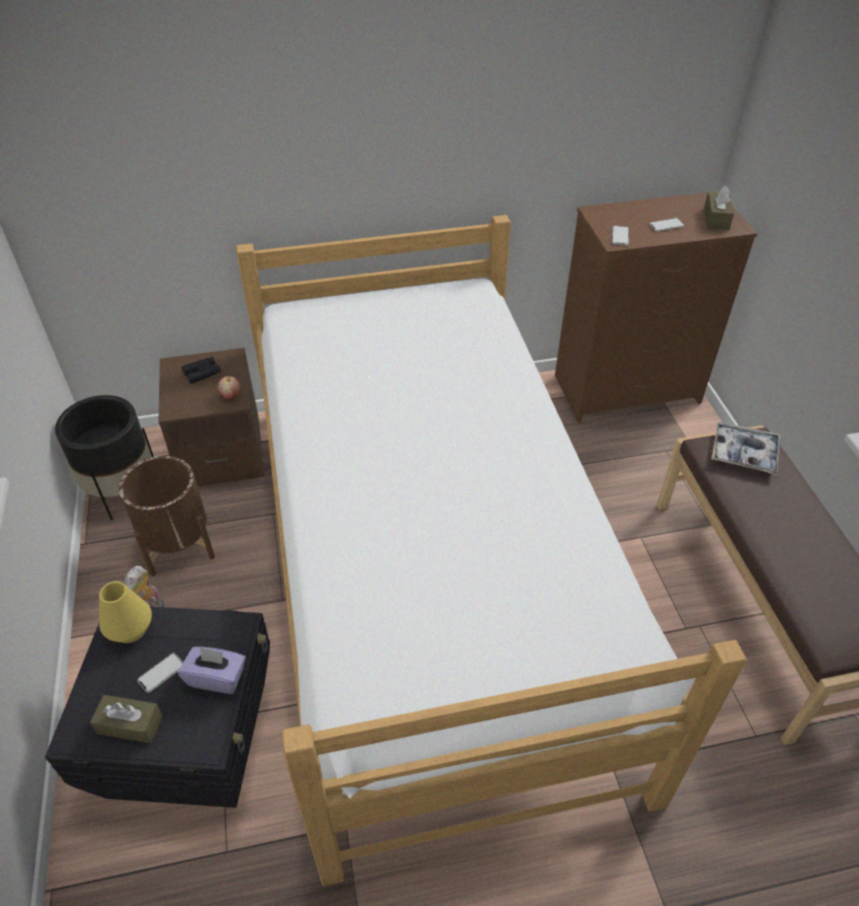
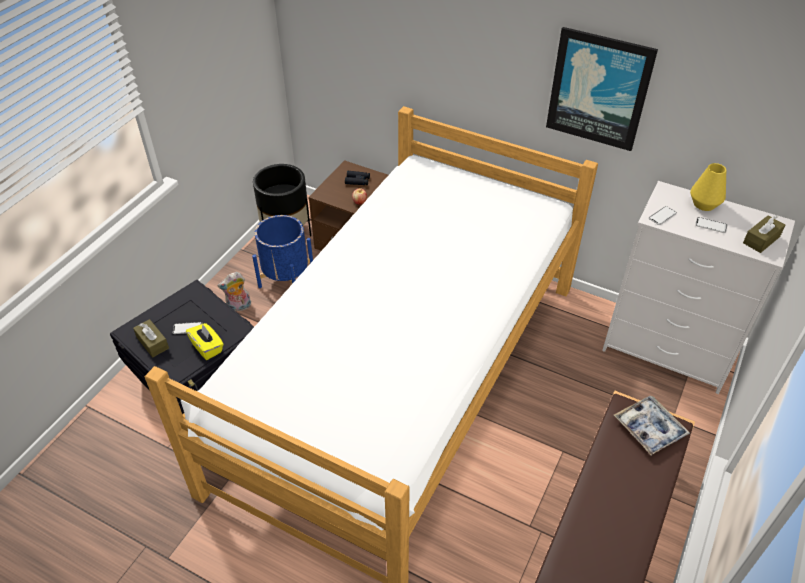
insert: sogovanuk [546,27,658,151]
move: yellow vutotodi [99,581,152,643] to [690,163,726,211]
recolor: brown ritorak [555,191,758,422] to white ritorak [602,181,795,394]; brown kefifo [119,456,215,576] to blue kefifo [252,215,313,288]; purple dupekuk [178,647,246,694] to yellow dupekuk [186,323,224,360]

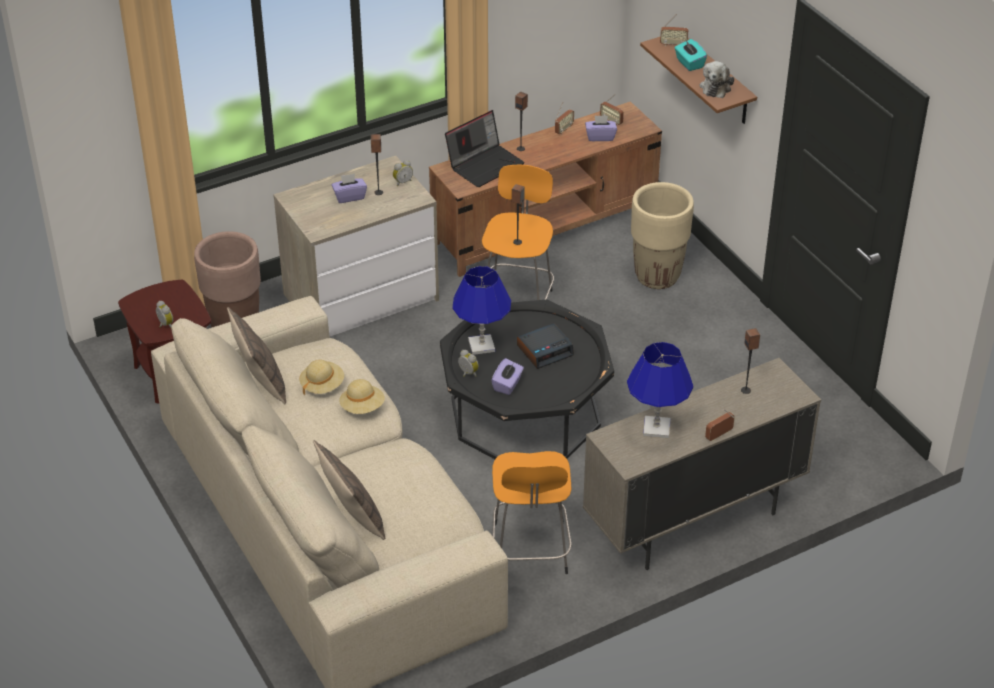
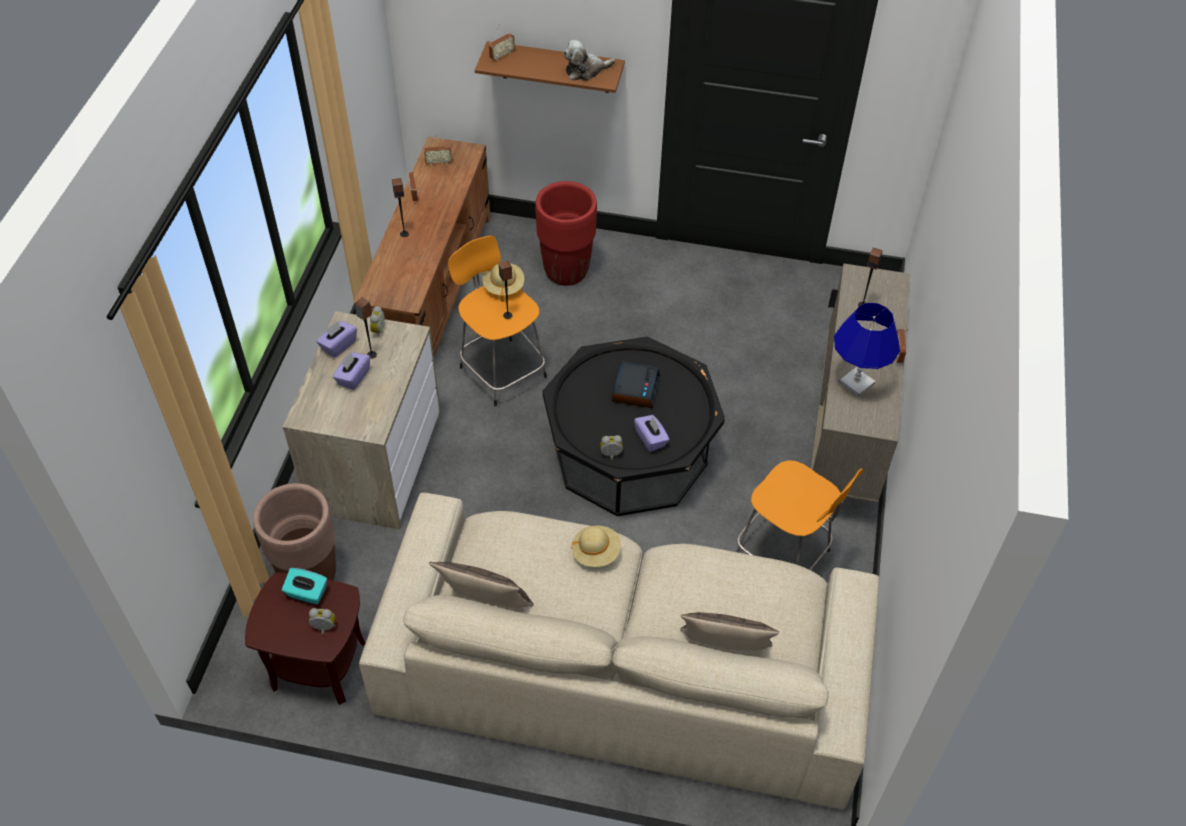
delete: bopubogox [445,110,525,187]; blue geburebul [452,266,511,355]
move: turquoise dupekuk [675,39,707,71] to [282,568,327,604]; purple dupekuk [585,116,617,141] to [316,321,357,358]; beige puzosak [299,359,344,396] to [482,264,524,302]
recolor: beige kefifo [631,182,694,289] to red kefifo [535,181,597,286]
rotate: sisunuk [699,61,734,98] = [563,40,615,81] 105 degrees clockwise

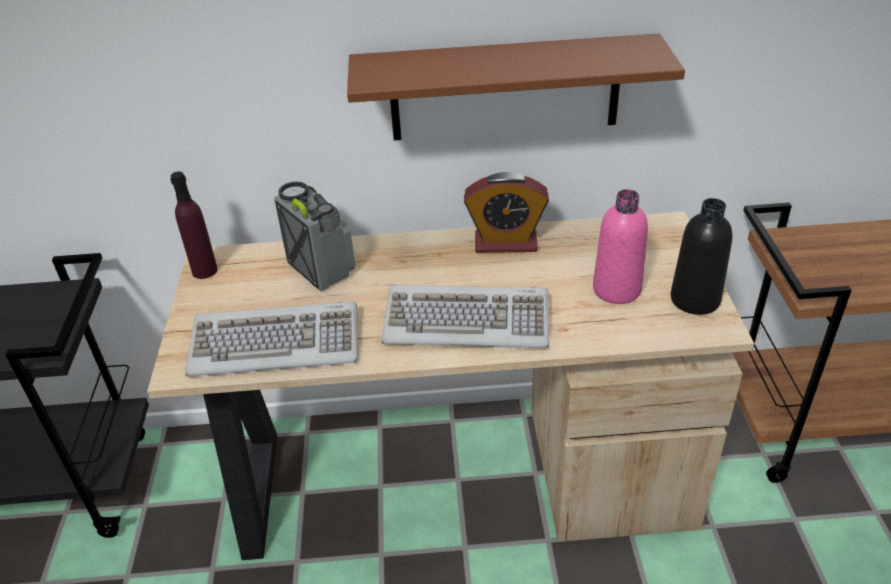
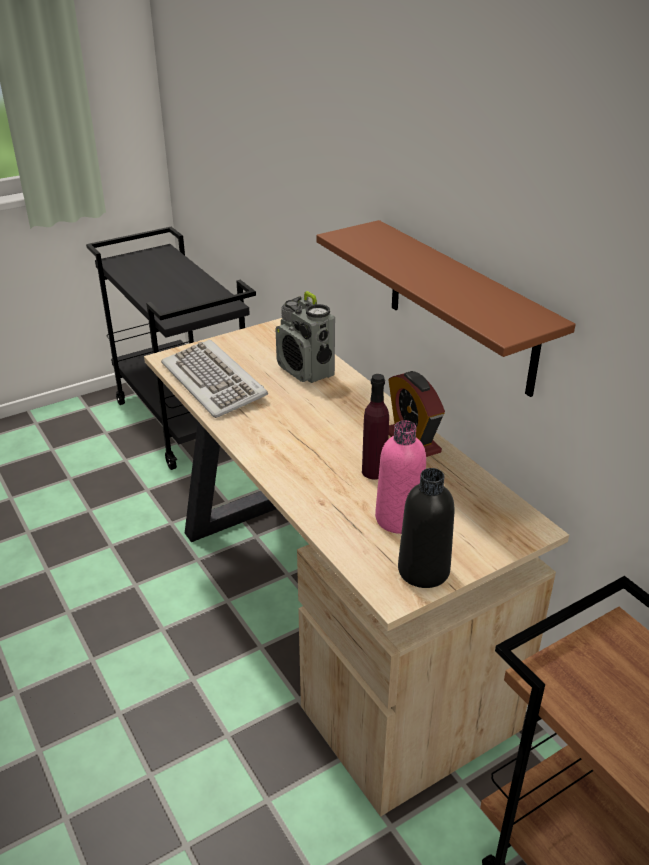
delete: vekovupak [381,285,549,348]
move: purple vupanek [170,172,218,279] to [362,374,389,480]
rotate: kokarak [274,181,355,291] = [276,291,335,383] 120 degrees clockwise

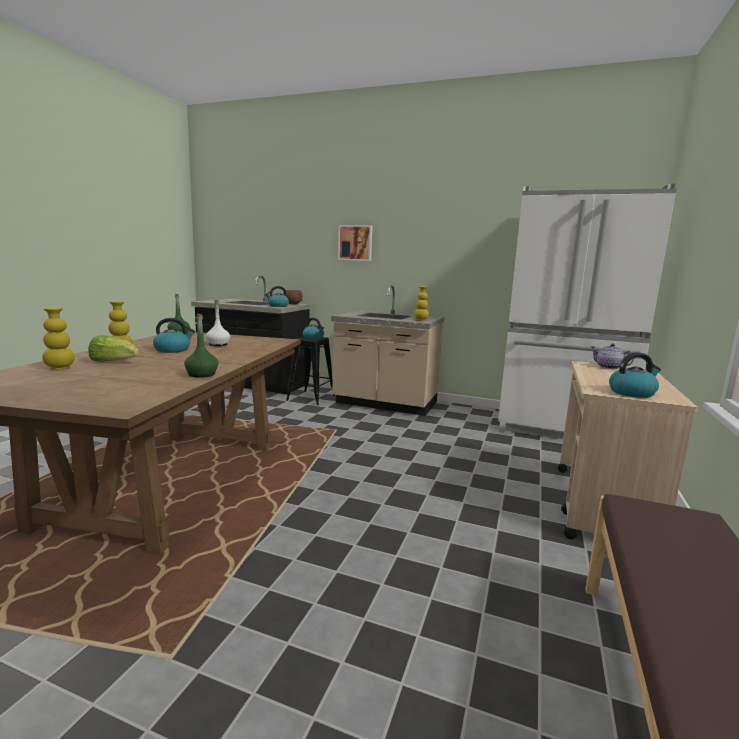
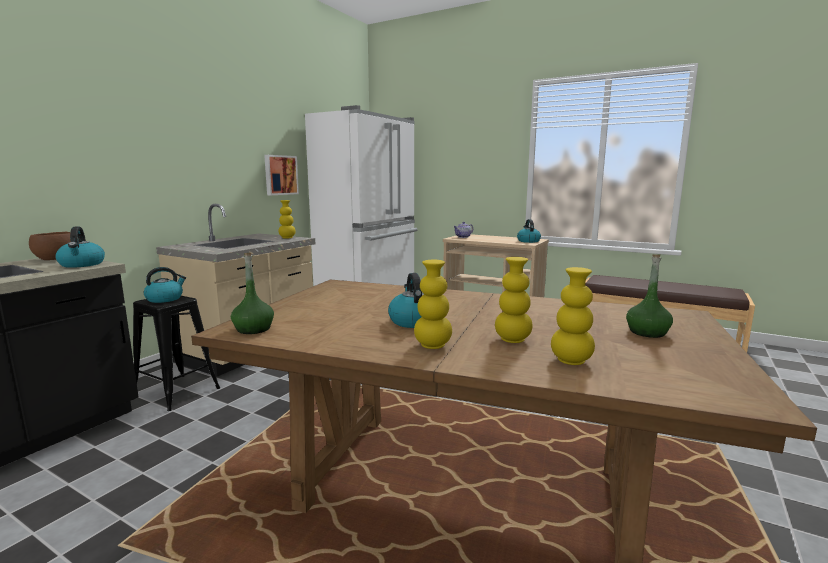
delete: white vupanek [206,300,230,346]
move: sogovanuk [338,225,373,261] to [264,155,299,195]; green vupanek [184,314,218,378] to [626,255,673,338]
replace: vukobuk [89,335,139,362] to yellow vutotodi [495,257,533,343]

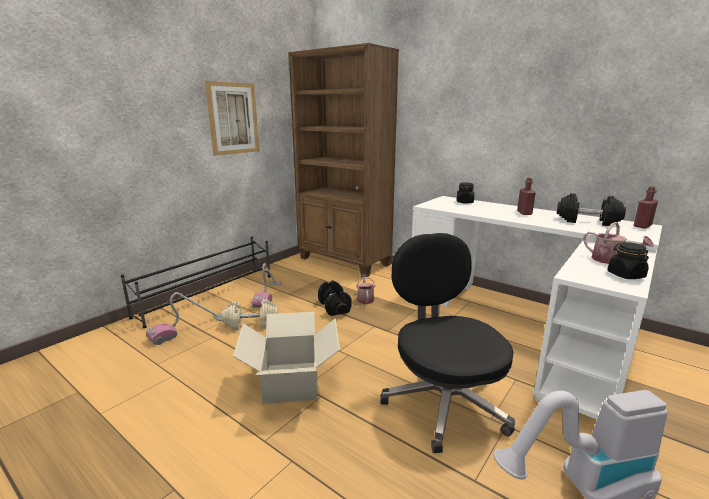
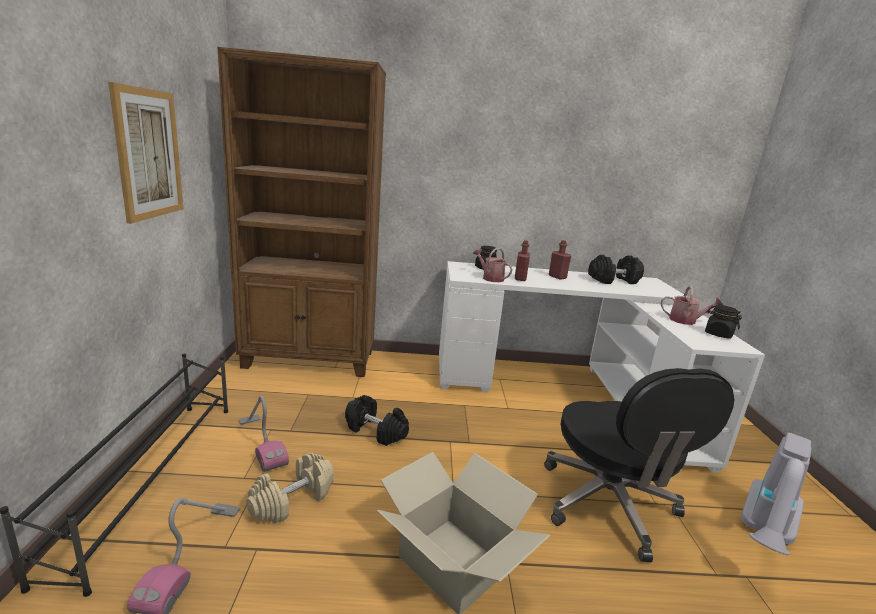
move: red vupanek [634,186,658,229] to [515,240,530,281]; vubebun [356,275,375,304] to [473,248,513,282]
rotate: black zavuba [380,233,515,453] = [544,368,734,562] 135 degrees counterclockwise

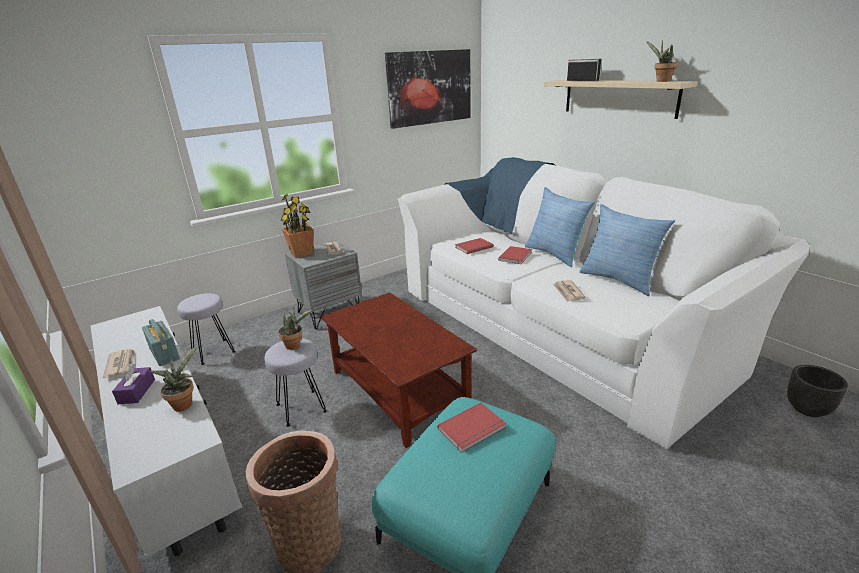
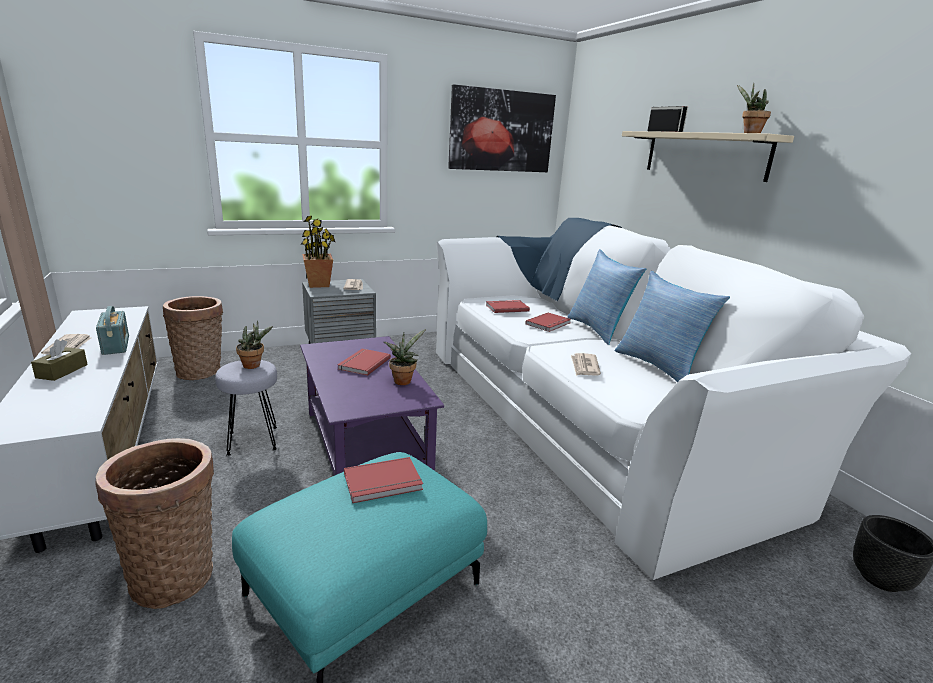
insert: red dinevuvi [338,349,391,376]
move: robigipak [149,345,198,411] to [384,329,426,385]
replace: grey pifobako [177,293,235,365] to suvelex [163,296,223,380]
recolor: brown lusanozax [321,292,477,448] to purple lusanozax [300,336,444,476]; purple dupekuk [112,364,155,404] to brown dupekuk [31,340,88,381]

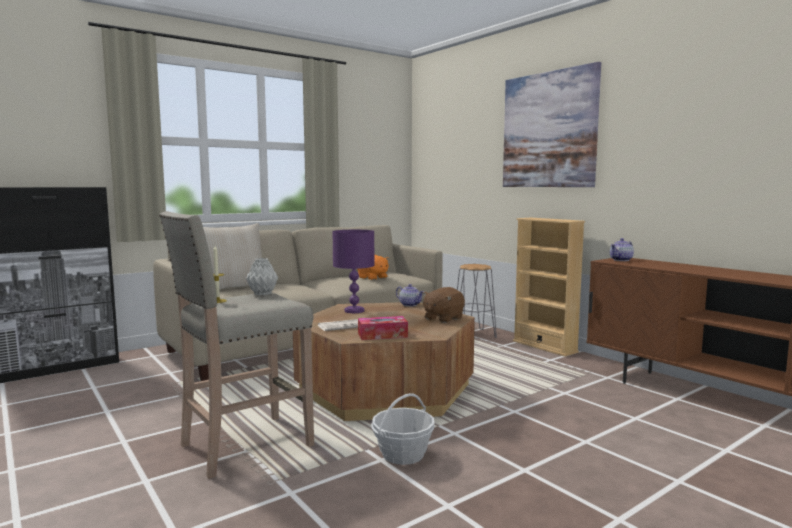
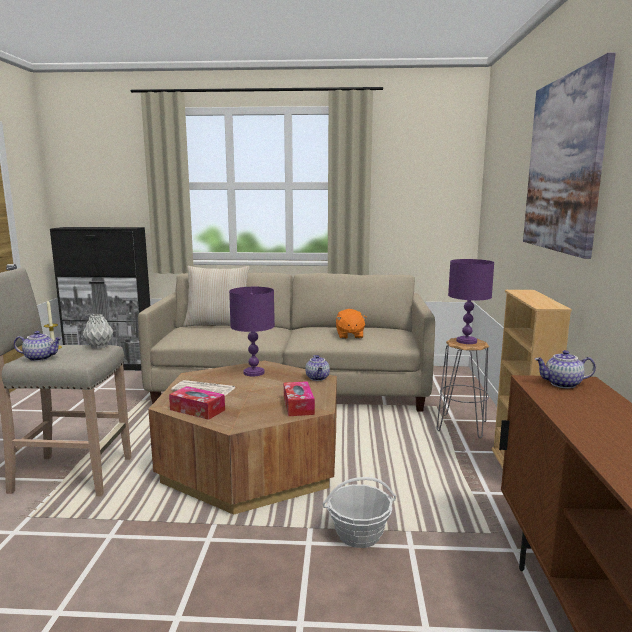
insert: purple geburebul [448,259,494,344]; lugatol [14,331,62,361]
move: suvelex [371,393,435,465] to [323,477,396,548]
replace: brown sisunuk [422,287,465,323] to dupekuk [284,381,315,416]

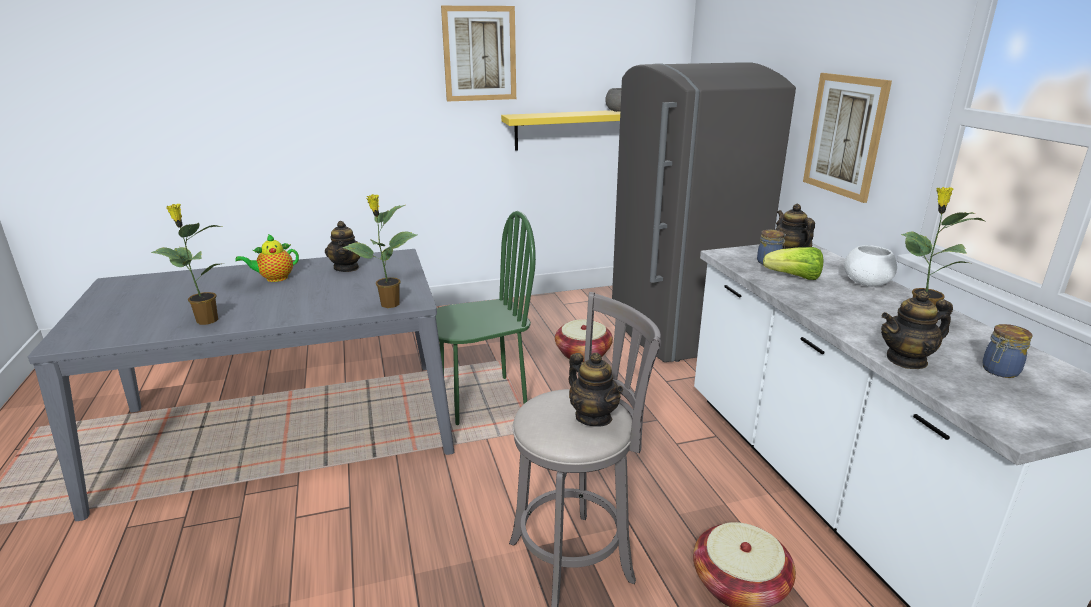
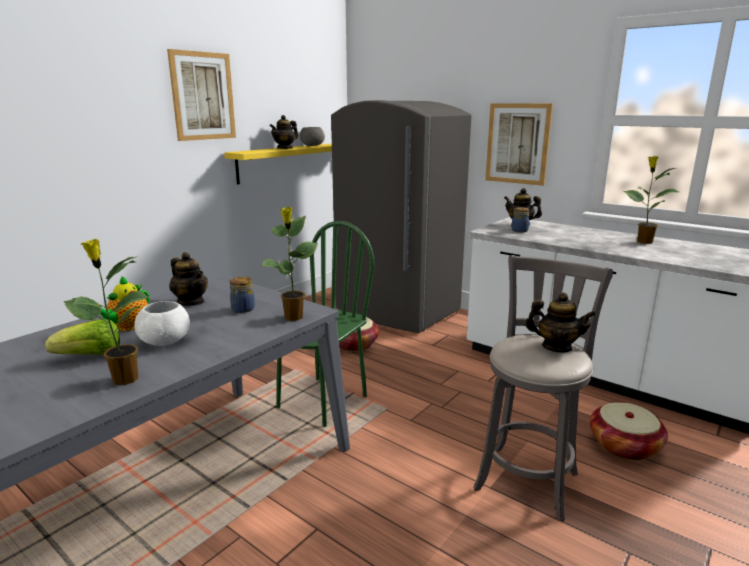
move: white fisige [844,245,897,287] to [134,301,190,346]; vukobuk [763,247,823,280] to [46,319,120,355]; lugatol [881,290,953,369] to [270,115,298,149]; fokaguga [982,324,1032,378] to [230,277,255,313]

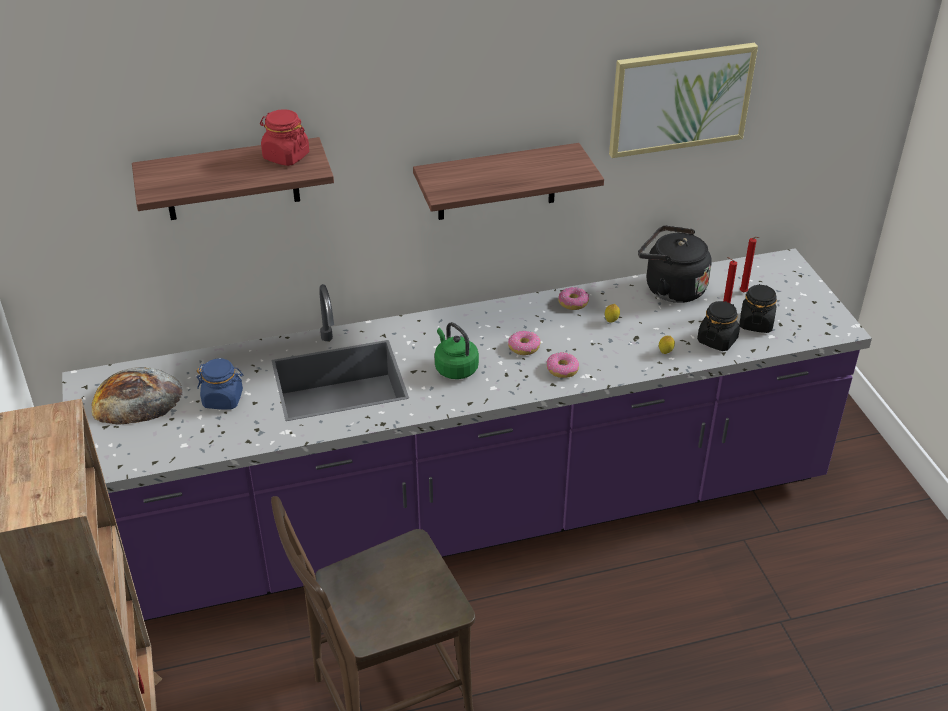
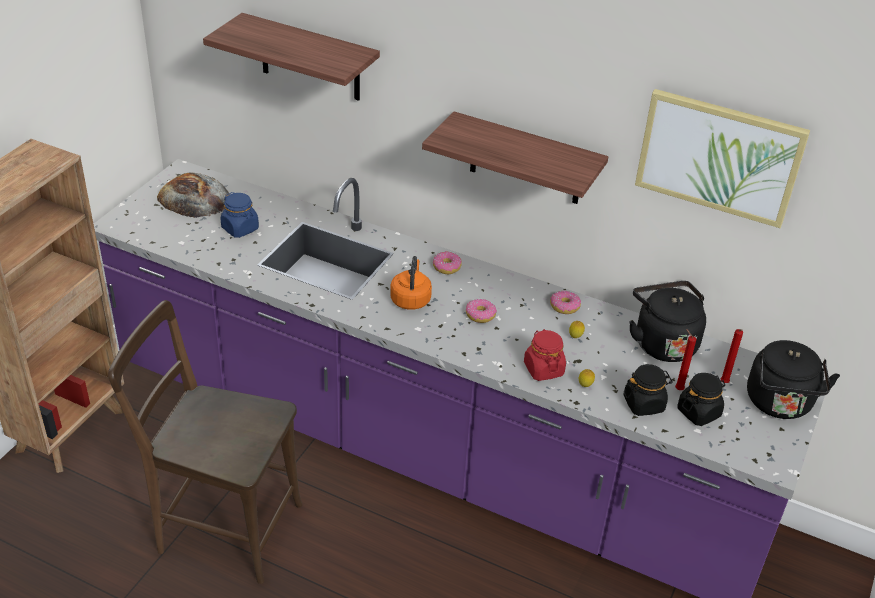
insert: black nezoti [747,340,840,419]
move: red fokaguga [260,109,309,166] to [524,329,566,381]; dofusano [546,352,579,378] to [433,251,462,274]
recolor: green nezoti [435,322,479,379] to orange nezoti [390,256,432,310]

